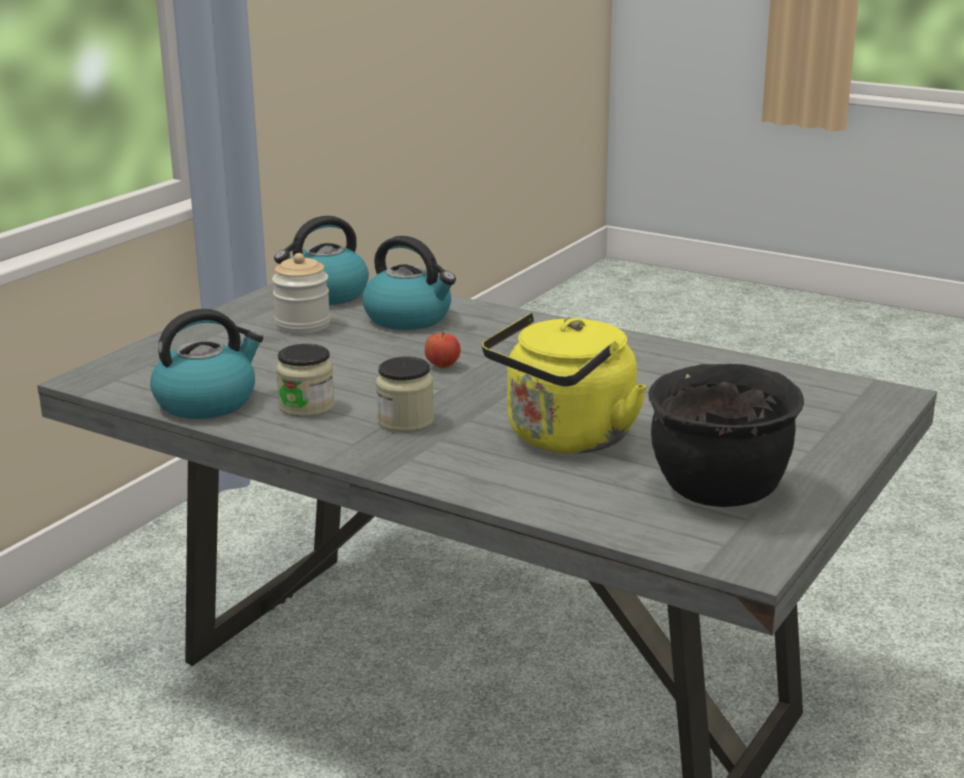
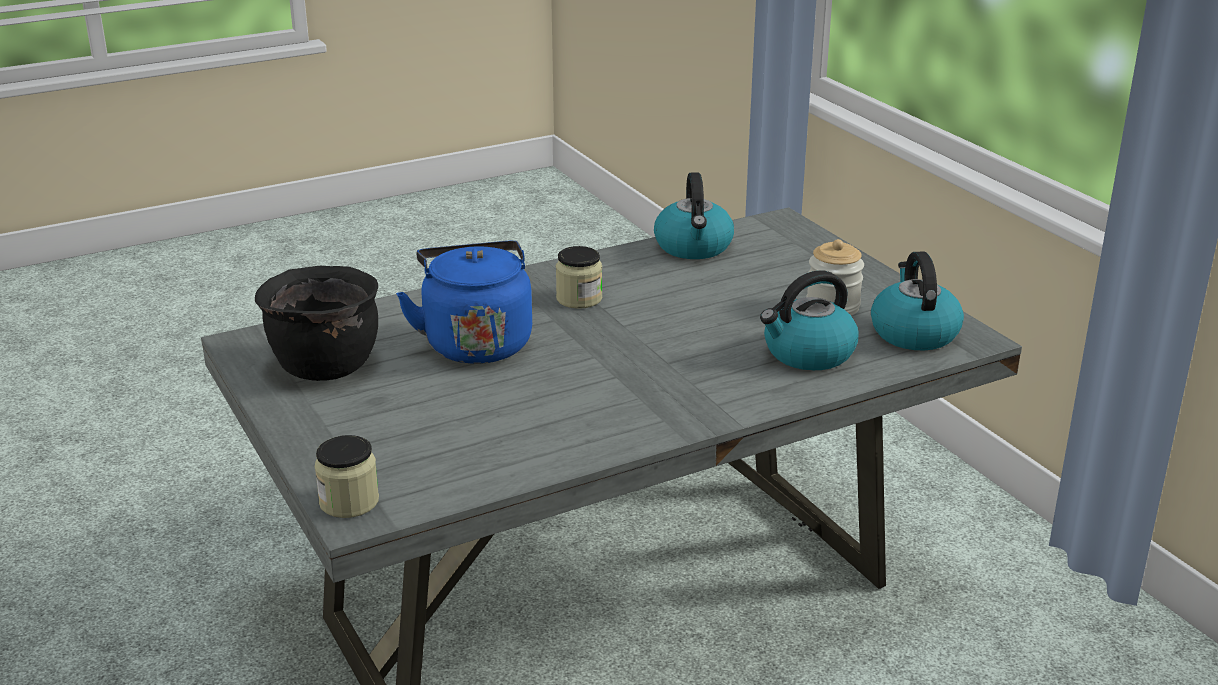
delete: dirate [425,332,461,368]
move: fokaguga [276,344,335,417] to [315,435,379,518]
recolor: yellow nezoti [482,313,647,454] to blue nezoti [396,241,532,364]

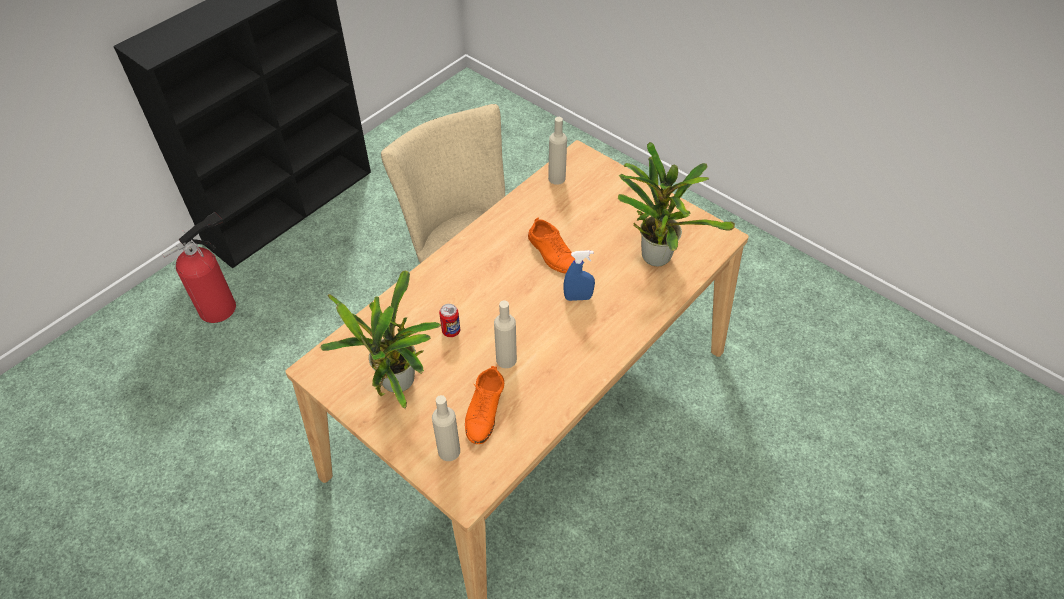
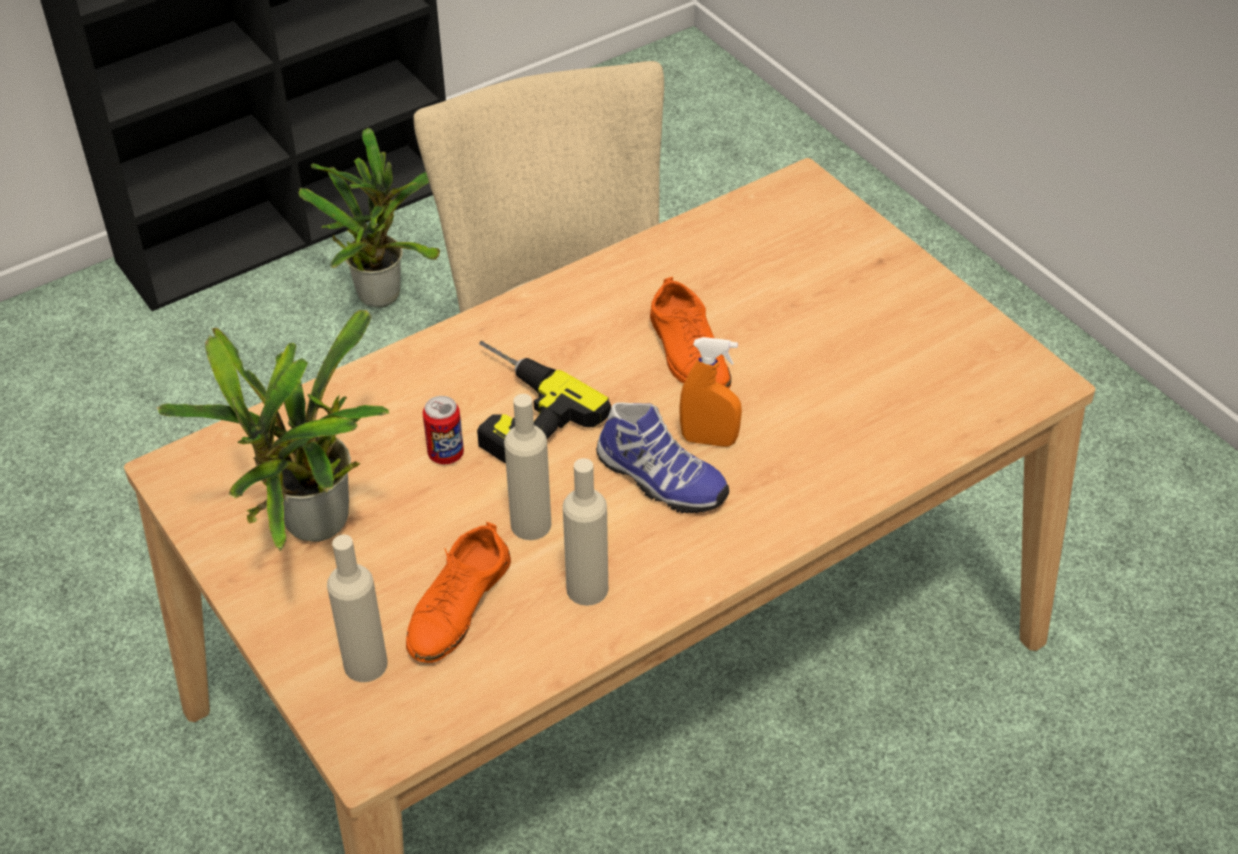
delete: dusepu [163,212,236,323]
insert: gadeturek [477,341,611,464]; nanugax [596,402,729,513]
move: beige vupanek [548,117,567,185] to [563,458,608,606]; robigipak [618,142,735,266] to [299,128,440,308]
recolor: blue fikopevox [563,250,595,301] to orange fikopevox [679,337,742,447]

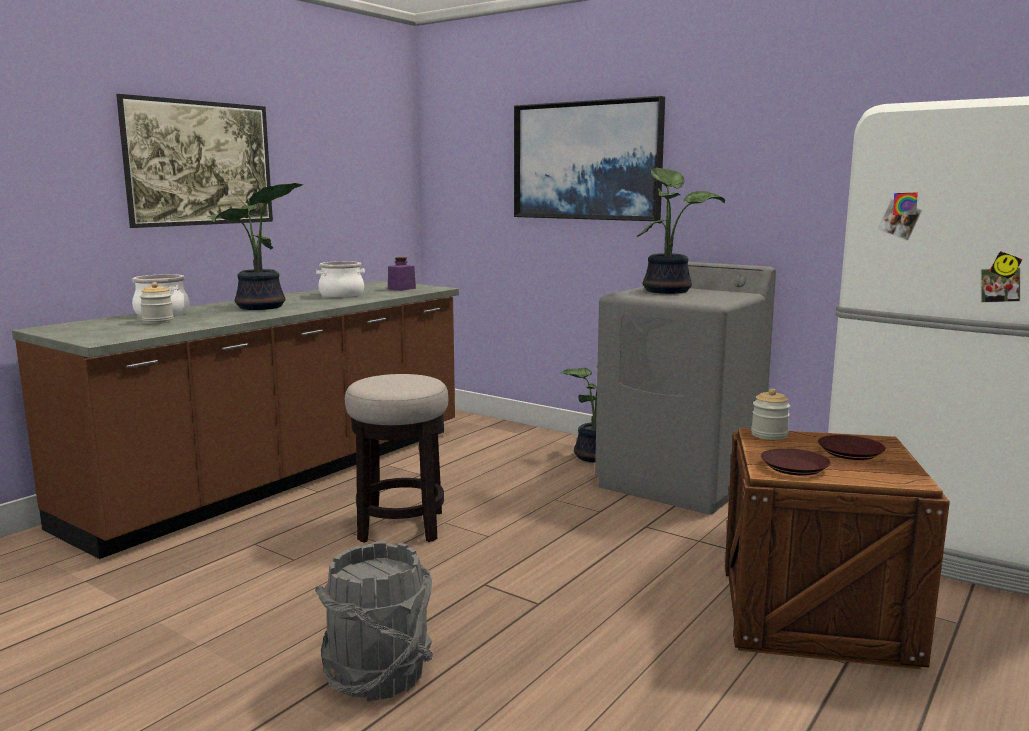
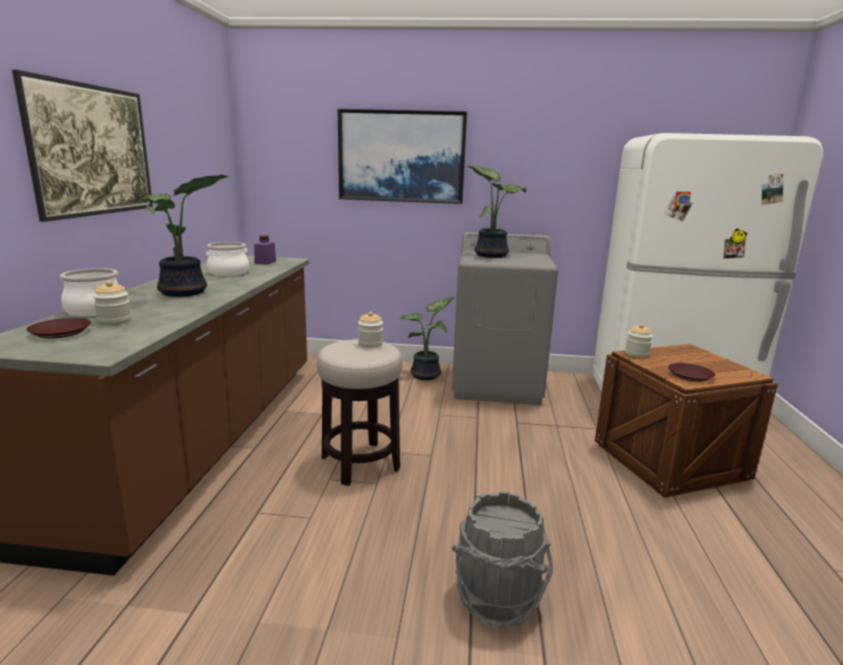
insert: fokaguga [358,312,383,348]
move: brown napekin [818,435,886,460] to [26,318,91,339]

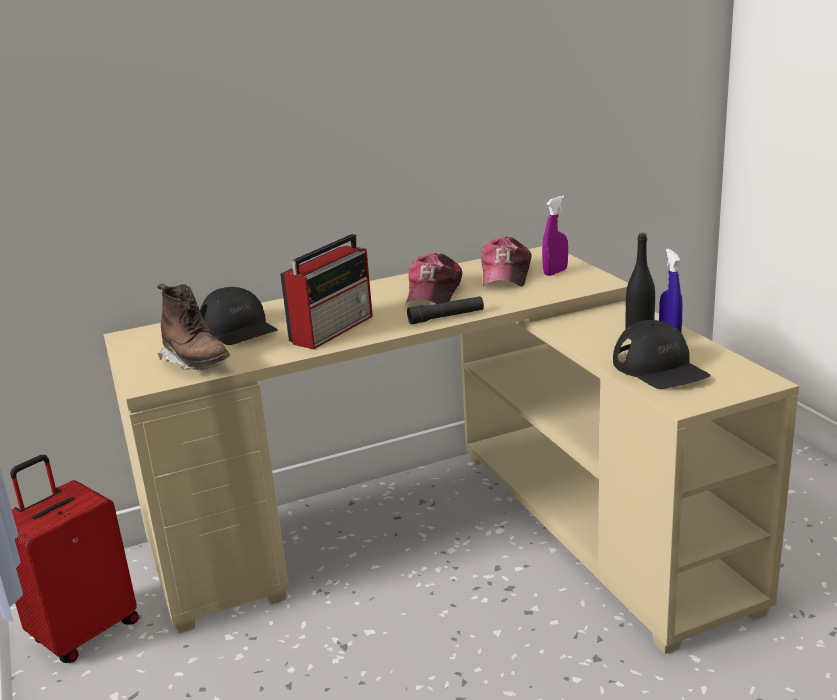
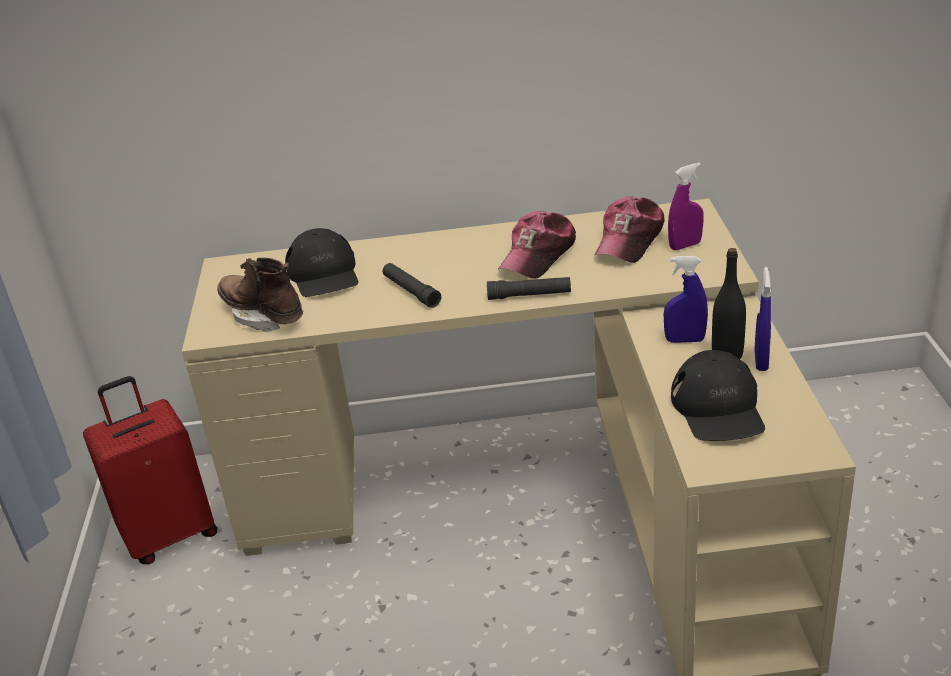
insert: blue fikopevox [663,256,708,343]
replace: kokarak [280,234,373,349] to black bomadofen [383,263,441,308]
rotate: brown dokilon [157,284,230,370] = [217,258,304,333] 150 degrees clockwise

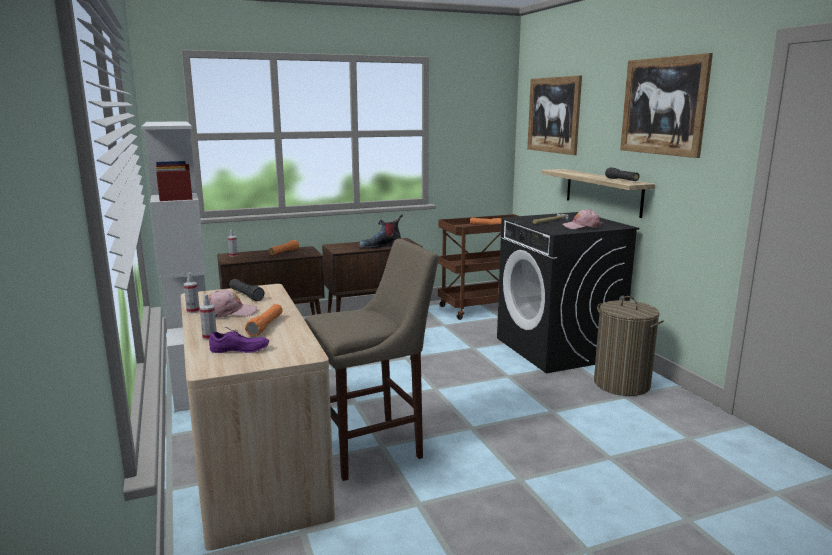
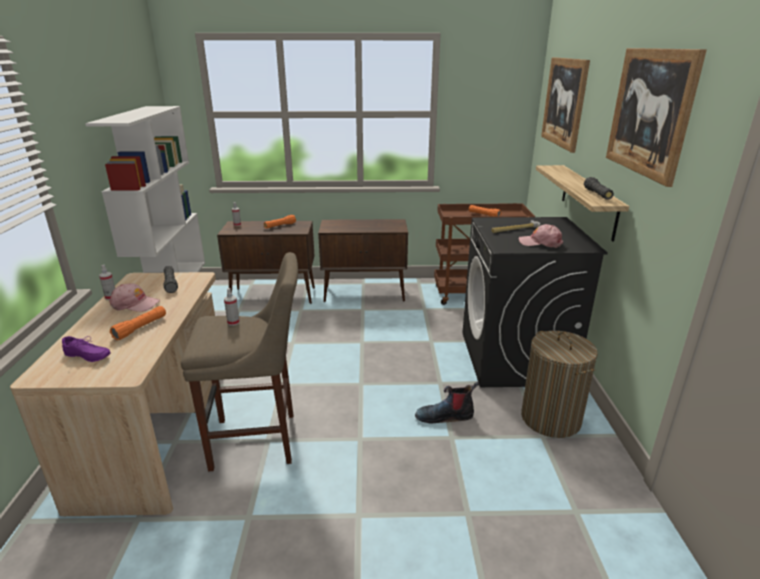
move: dokilon [359,215,403,249] to [415,382,479,423]; fikopevox [199,294,217,340] to [224,288,240,326]

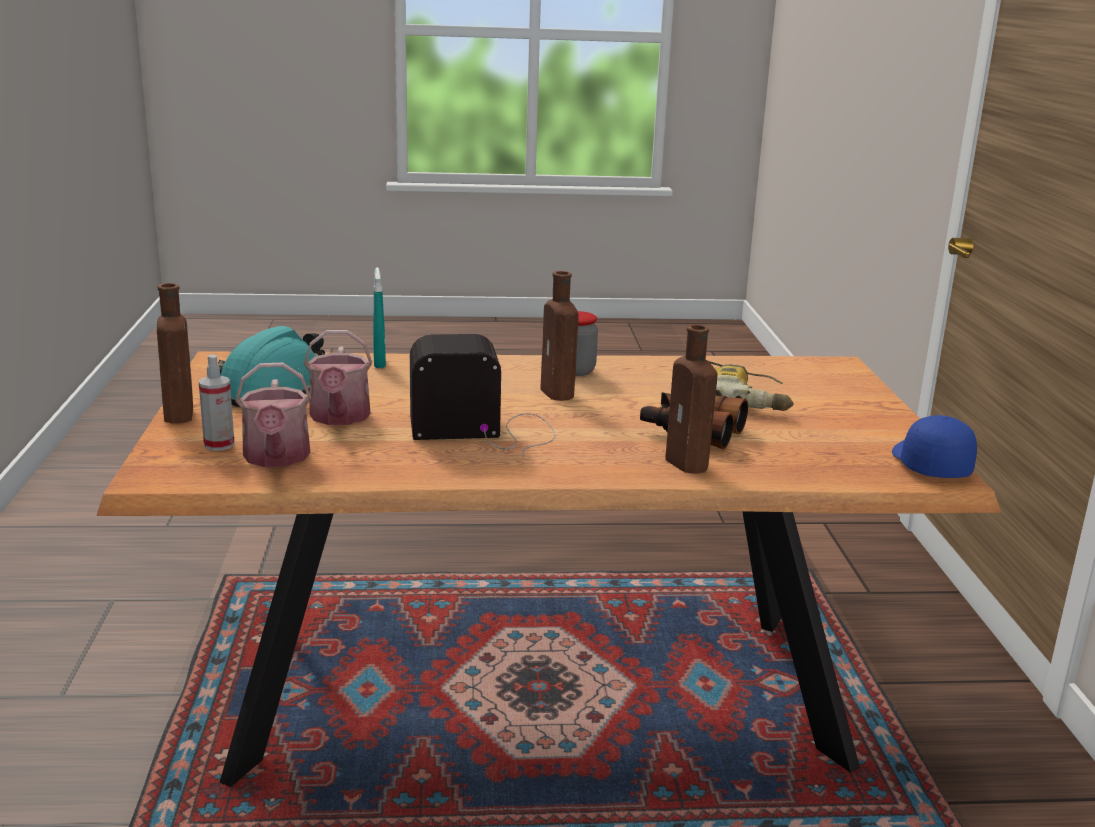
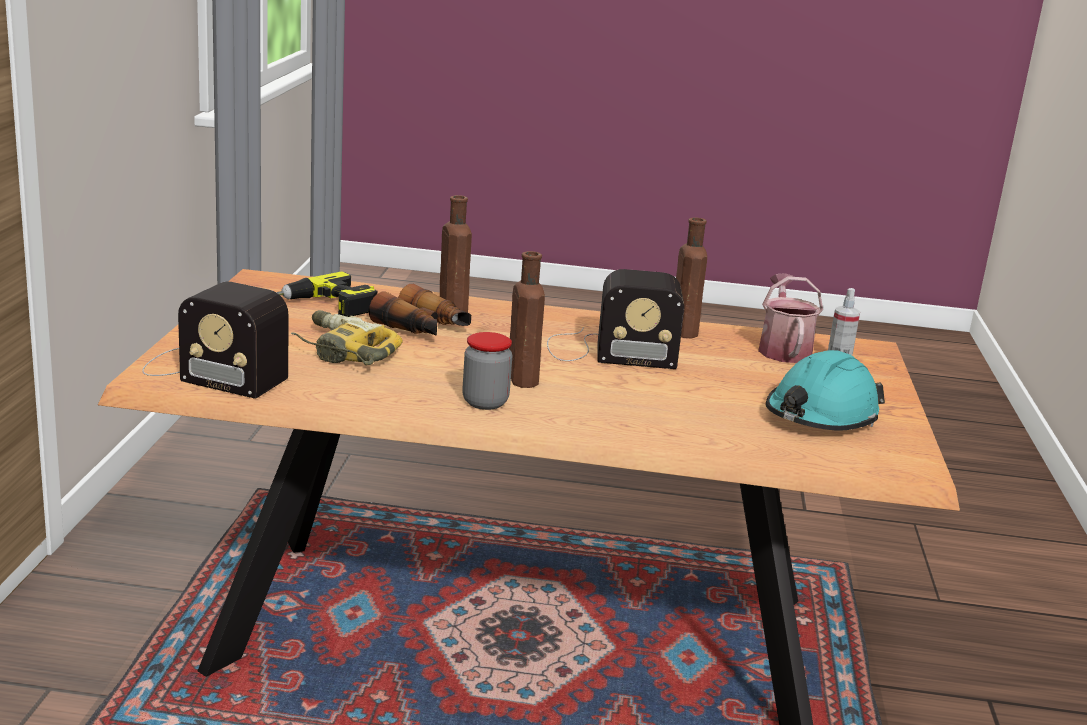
delete: turquoise fikopevox [373,267,386,368]; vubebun [304,330,372,425]; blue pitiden [892,415,977,478]
insert: gadeturek [276,271,377,317]; kokarak [142,281,288,399]
move: brown vupanek [157,283,193,424] to [676,218,707,338]

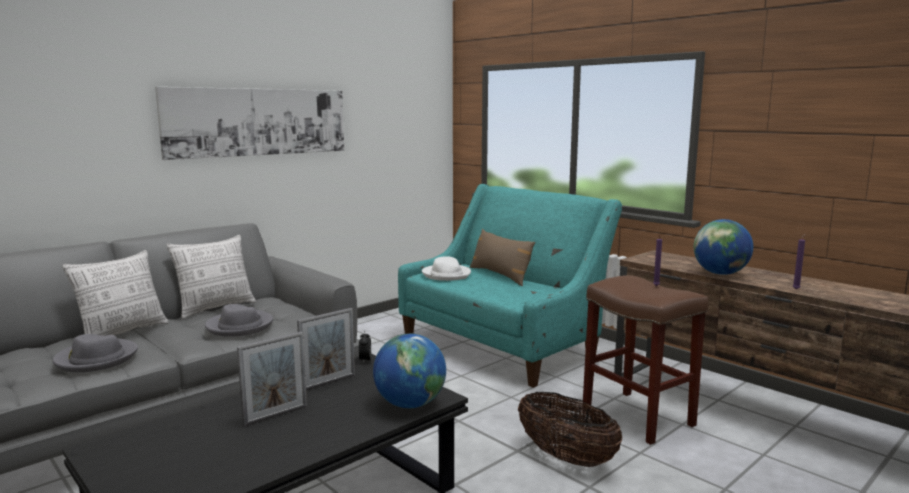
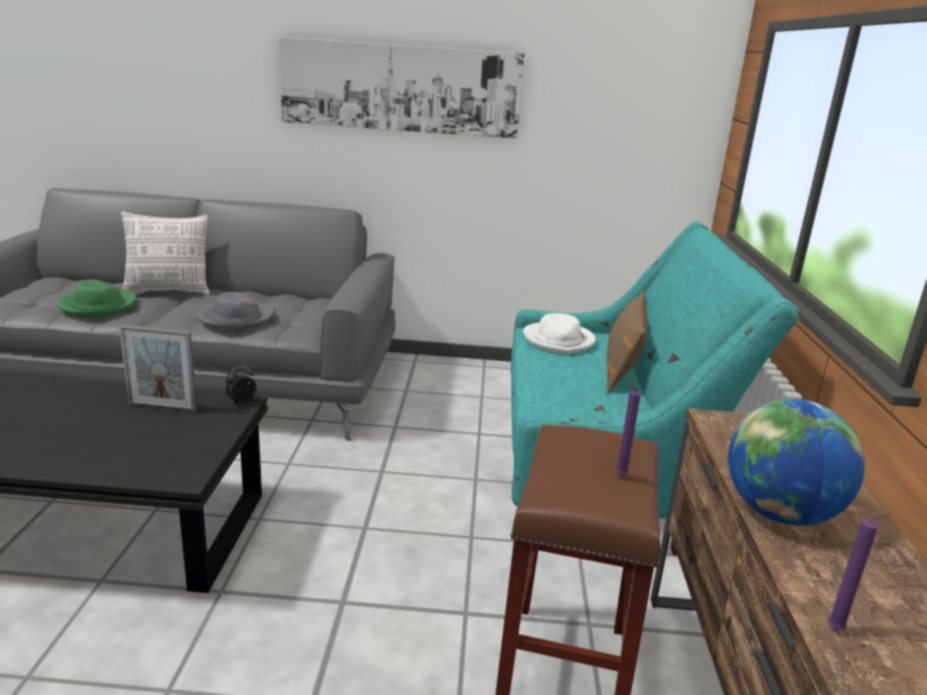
delete: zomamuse [167,235,256,319]; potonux [237,332,307,426]; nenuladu [373,334,446,408]; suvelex [518,392,622,467]
recolor: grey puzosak [53,334,138,372] to green puzosak [57,280,137,317]

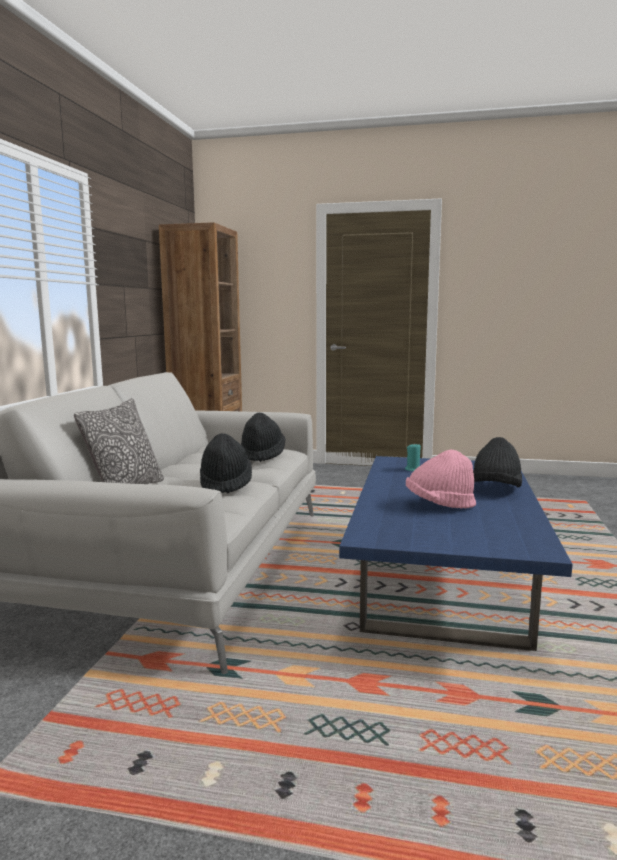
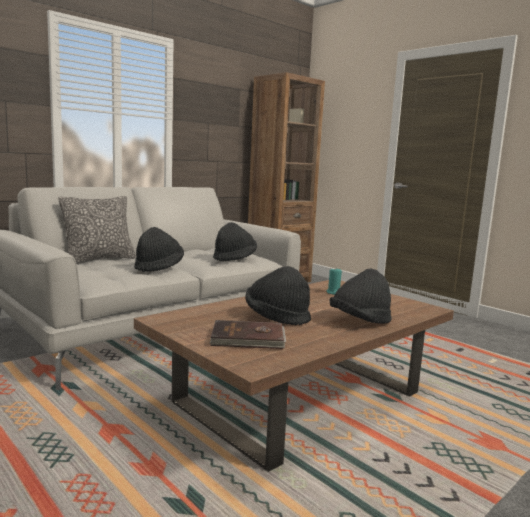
insert: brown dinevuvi [209,320,286,349]
recolor: pink puzosak [406,449,476,509] to black puzosak [245,266,311,326]; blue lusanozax [339,456,573,651] to brown lusanozax [134,280,454,472]

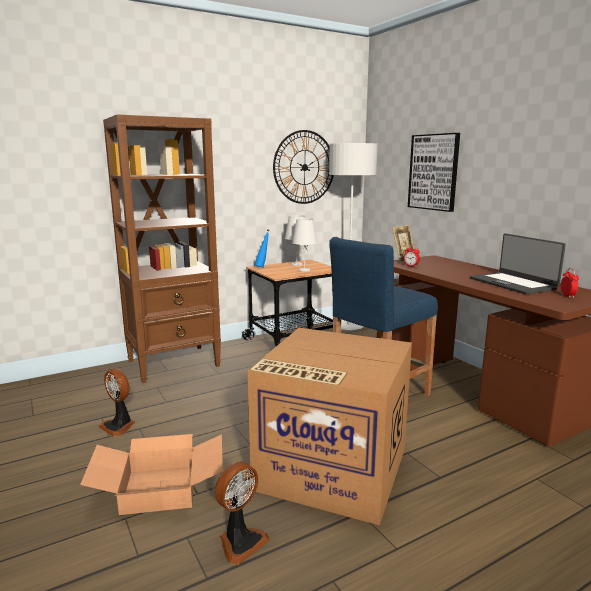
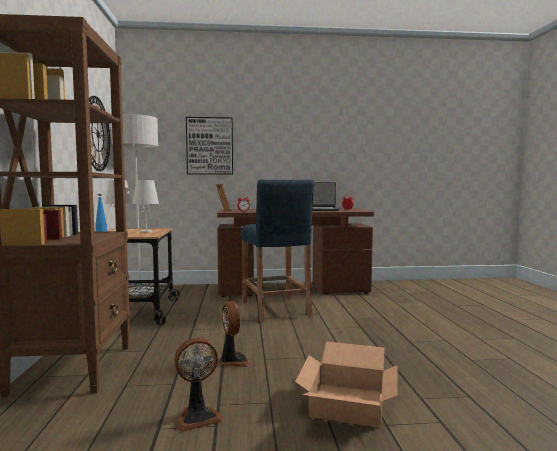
delete: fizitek [248,328,412,525]
move: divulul [215,462,270,565] to [218,301,252,367]

